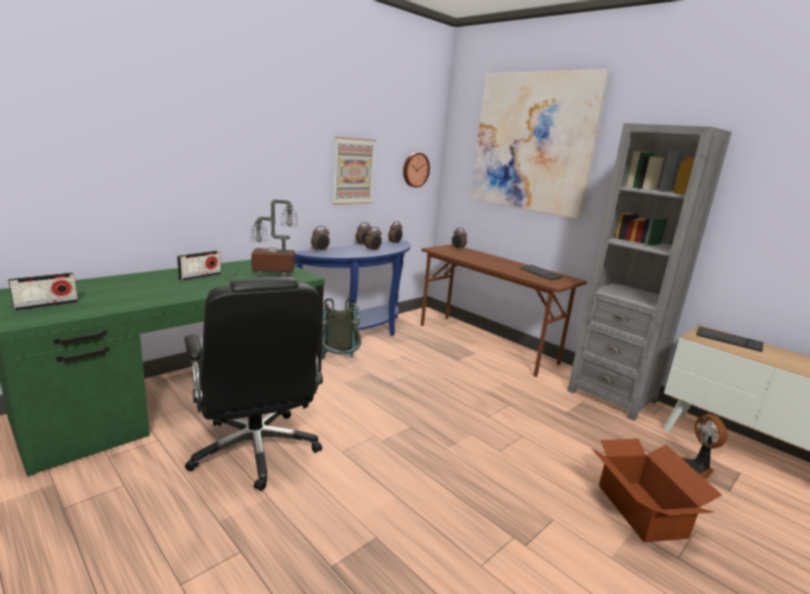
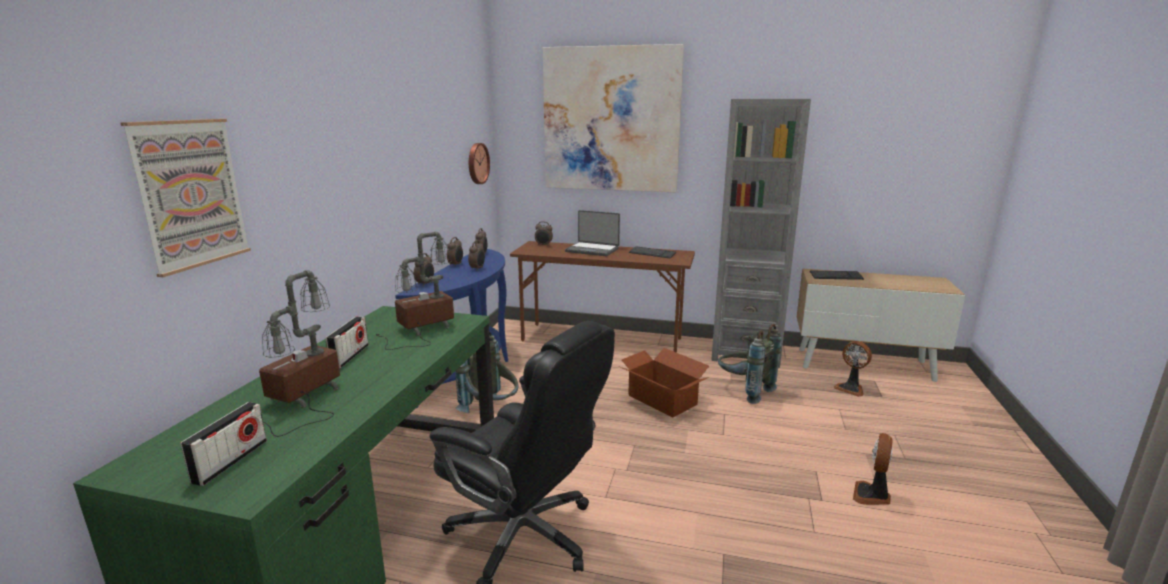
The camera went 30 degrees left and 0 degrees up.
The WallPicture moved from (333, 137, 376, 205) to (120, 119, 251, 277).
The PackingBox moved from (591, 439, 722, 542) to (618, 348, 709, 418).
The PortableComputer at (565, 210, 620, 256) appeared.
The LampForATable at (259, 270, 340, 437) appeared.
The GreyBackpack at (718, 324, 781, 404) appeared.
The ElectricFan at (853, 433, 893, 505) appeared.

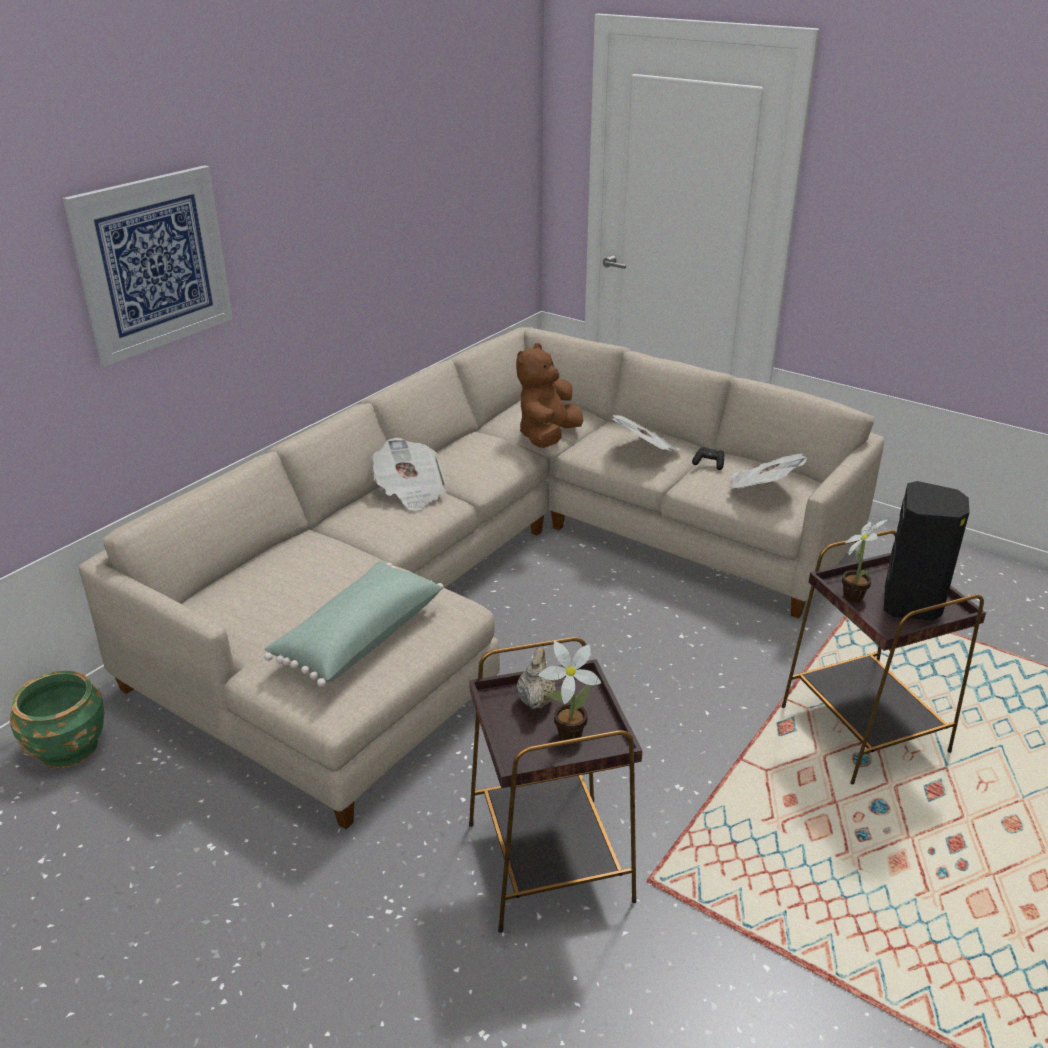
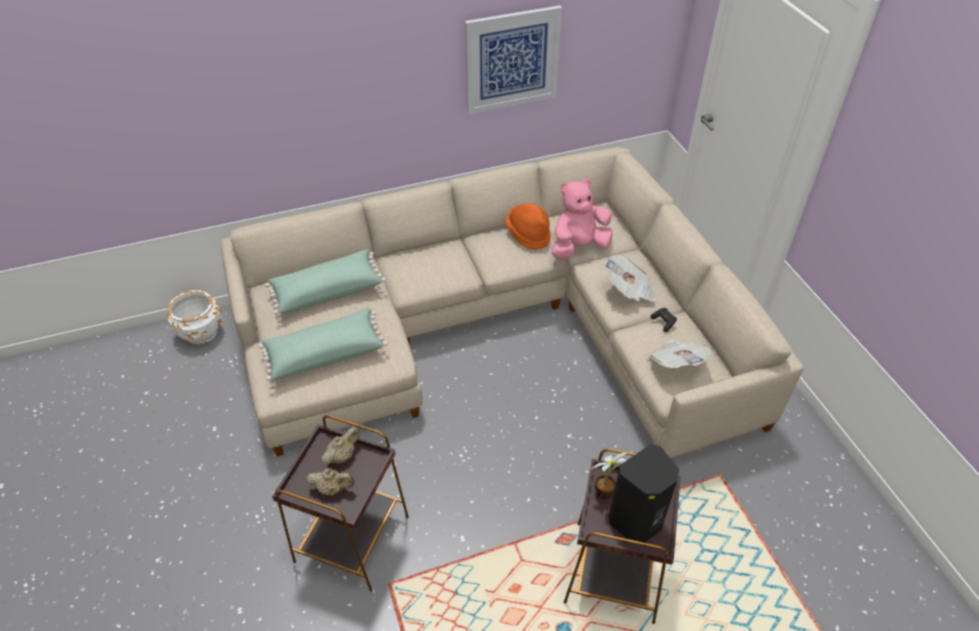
The camera went 35 degrees right and 15 degrees up.
The WallPicture moved from (63, 165, 233, 366) to (465, 5, 562, 114).
The BrownColouredCuddlyToy at (516, 343, 583, 448) became the PinkishCuddlyToy at (552, 179, 613, 259).
The DailyPaper at (373, 438, 447, 511) disappeared.
The PottedPlant at (538, 641, 601, 741) was replaced by the SandColouredTeapot at (306, 468, 355, 496).
The GreenColouredFlowerPot at (10, 671, 105, 768) became the WhiteFlowerPot at (167, 290, 222, 345).
The OrangeColouredClothingHat at (505, 203, 551, 250) appeared.
The GreenColouredCushion at (265, 250, 386, 315) appeared.

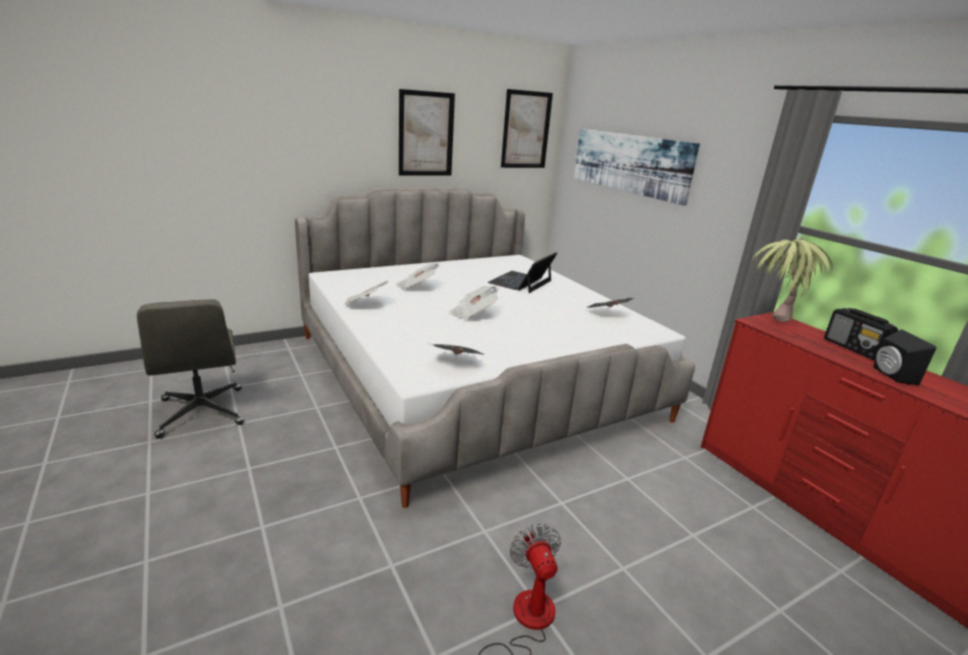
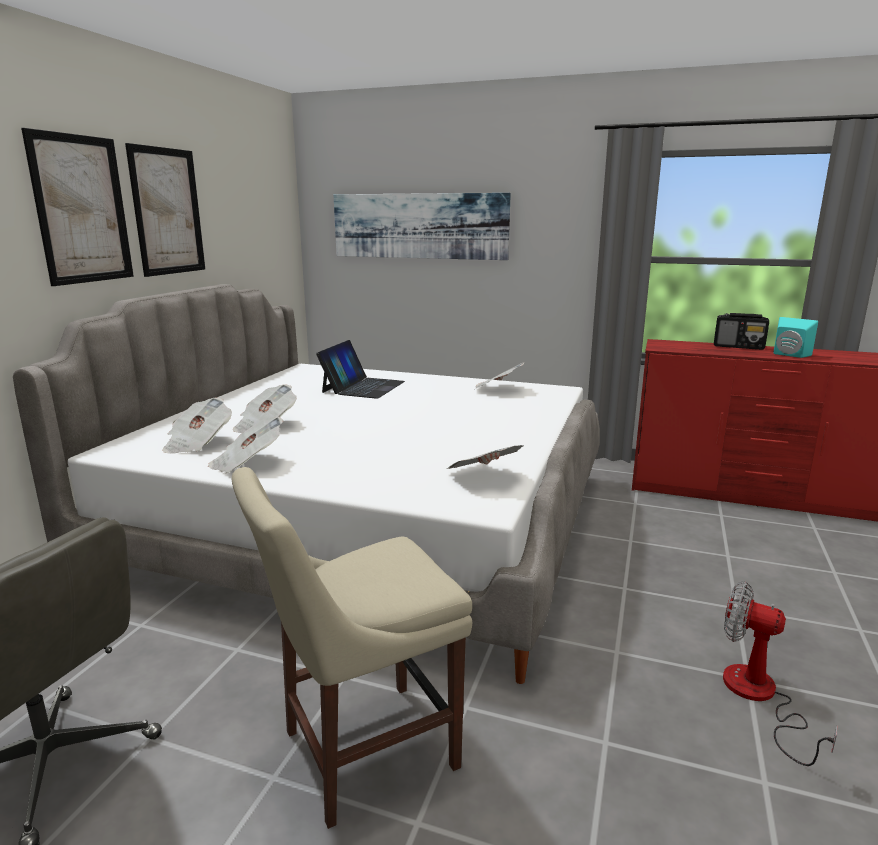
The camera went 40 degrees left and 5 degrees down.
The WallPicture moved from (501, 89, 553, 168) to (21, 128, 134, 286).
The PottedPlant at (752, 237, 833, 322) disappeared.
The PortableComputer at (488, 252, 557, 293) turned 150 degrees counterclockwise.
The DailyPaper moved from (449, 286, 499, 319) to (162, 398, 232, 454).
The BlackColouredAudioSpeaker at (873, 329, 936, 385) became the BlueGreenAudioSpeaker at (774, 317, 818, 358).
The SandColouredUprightChair at (232, 467, 472, 829) appeared.

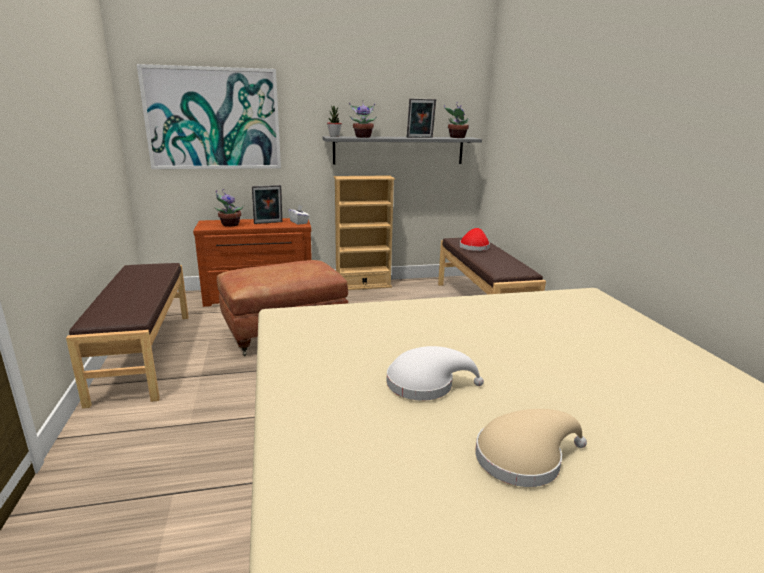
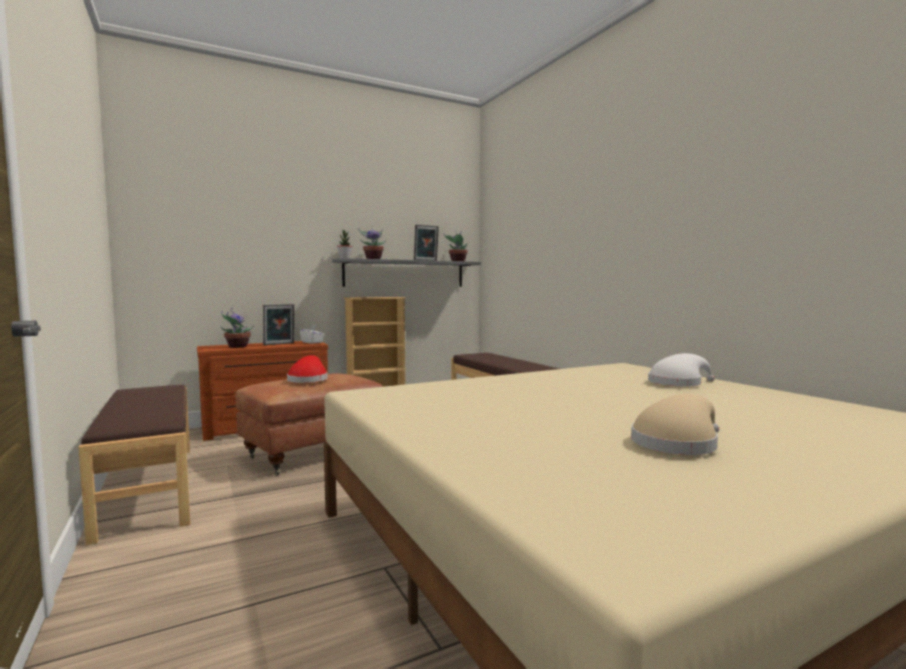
The camera went 15 degrees left and 15 degrees down.
The WallPicture at (137, 64, 281, 169) disappeared.
The ReddishClothingHat moved from (460, 228, 490, 251) to (287, 355, 328, 383).
The WhiteClothingHat moved from (387, 346, 484, 401) to (648, 353, 715, 386).

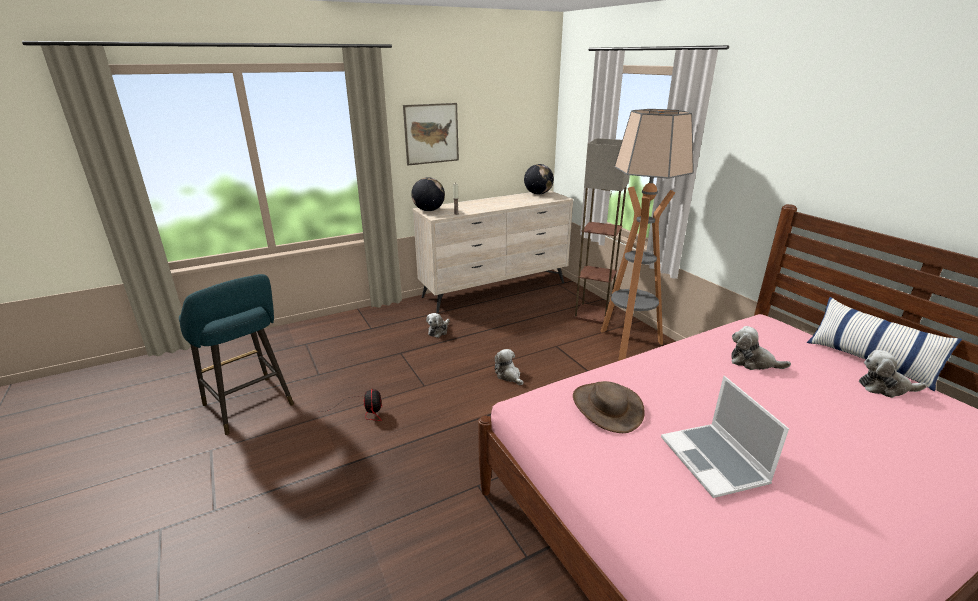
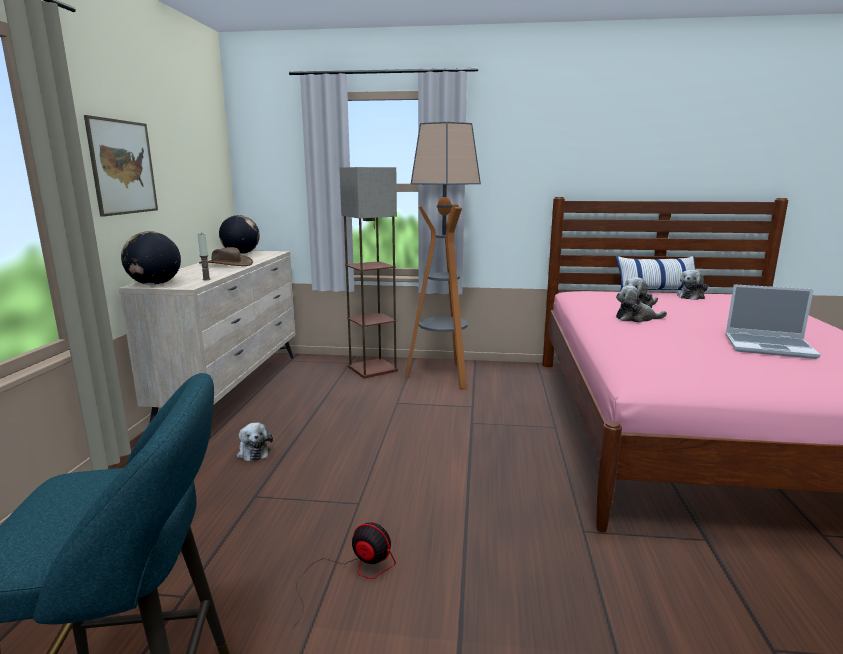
The camera went 55 degrees left and 10 degrees down.
The CuddlyToy moved from (495, 349, 524, 385) to (616, 285, 667, 322).
The BrownColouredClothingHat moved from (573, 381, 645, 433) to (199, 247, 253, 266).

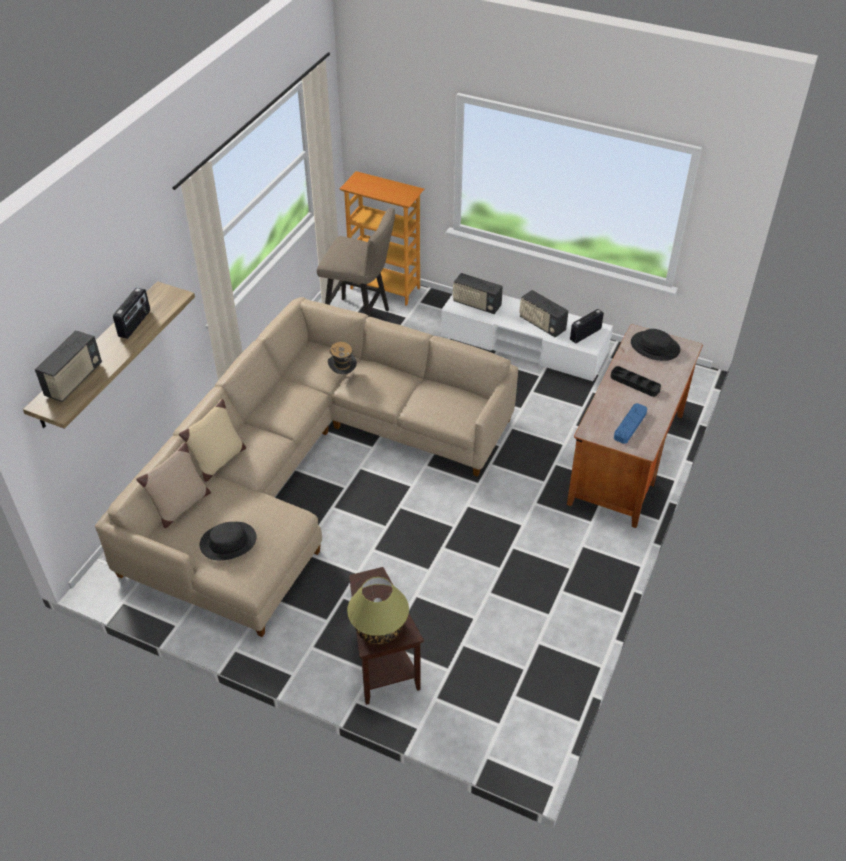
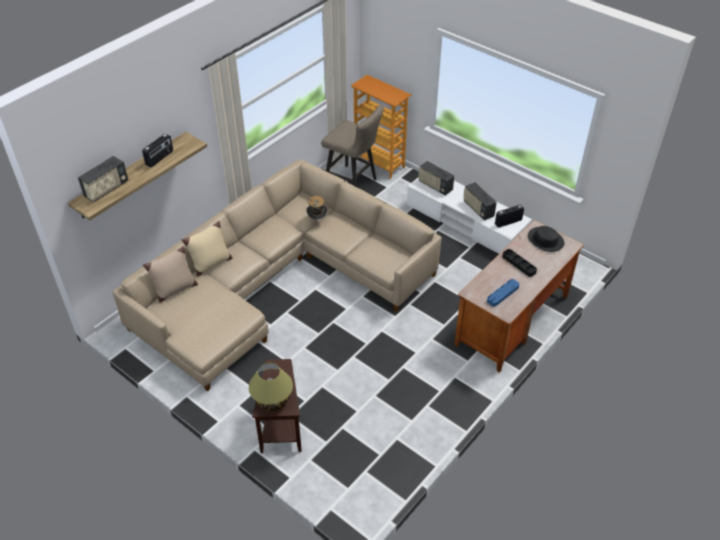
The camera went 15 degrees right and 0 degrees up.
The BlackColouredClothingHat at (200, 522, 257, 560) disappeared.

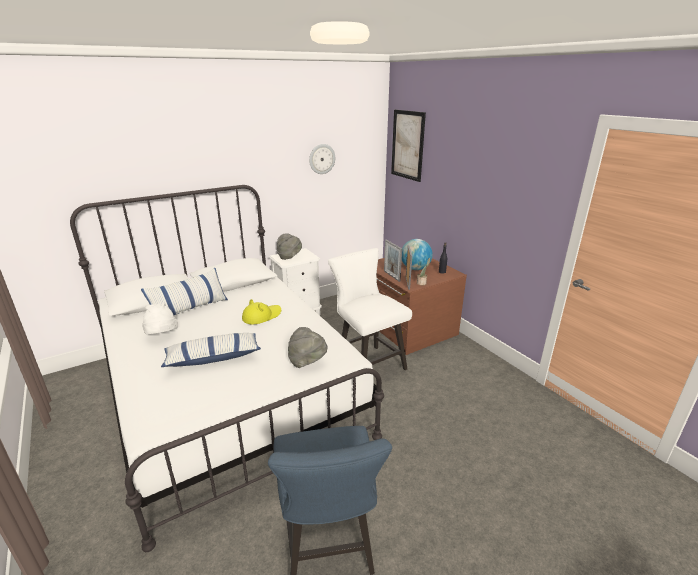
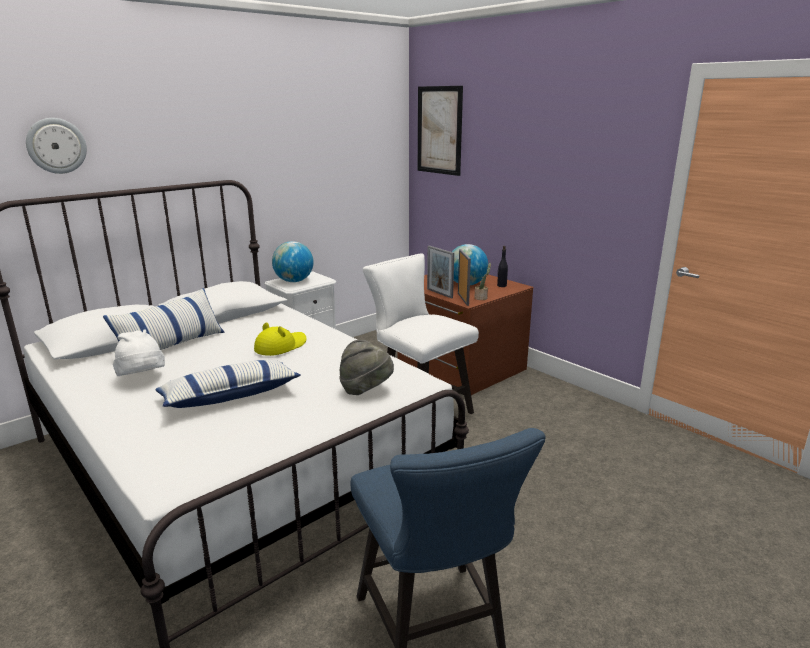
The camera went 10 degrees left and 5 degrees down.
The WallClock moved from (309, 144, 335, 174) to (26, 118, 87, 174).
The GreyClothingHat at (277, 233, 302, 260) was replaced by the WorldGlobe at (272, 241, 314, 282).

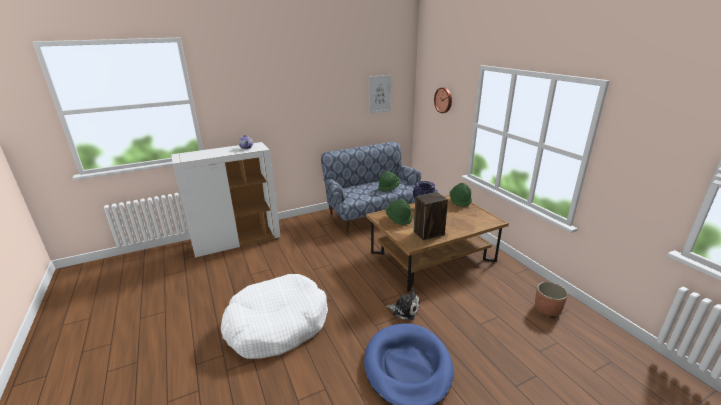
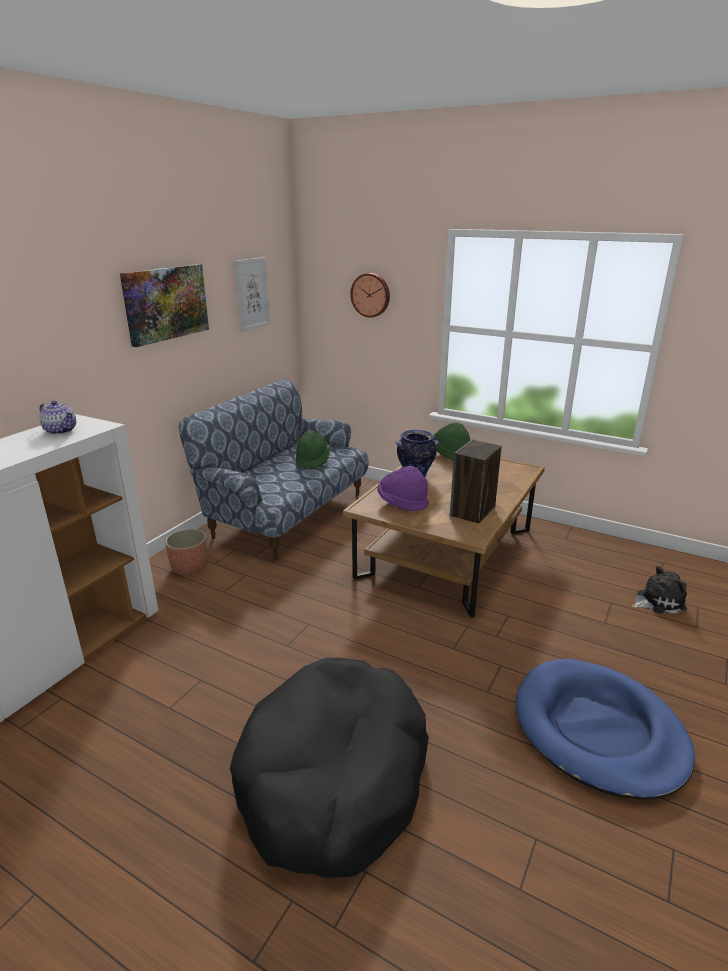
The camera went 35 degrees left and 0 degrees up.
The GreenColouredClothingHat at (386, 199, 412, 225) became the PurpleClothingHat at (378, 466, 429, 511).
The WhiteDogCushion at (221, 274, 328, 359) became the BlackColouredDogCushion at (230, 658, 429, 878).
The FlowerPot moved from (535, 282, 568, 316) to (165, 529, 208, 575).
The CuddlyToy moved from (385, 289, 420, 320) to (632, 566, 687, 614).
The WallPicture at (120, 264, 209, 347) appeared.

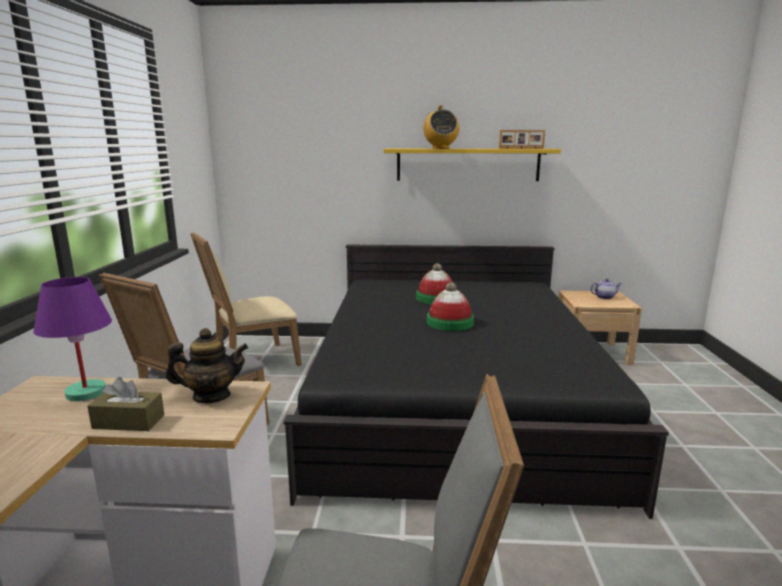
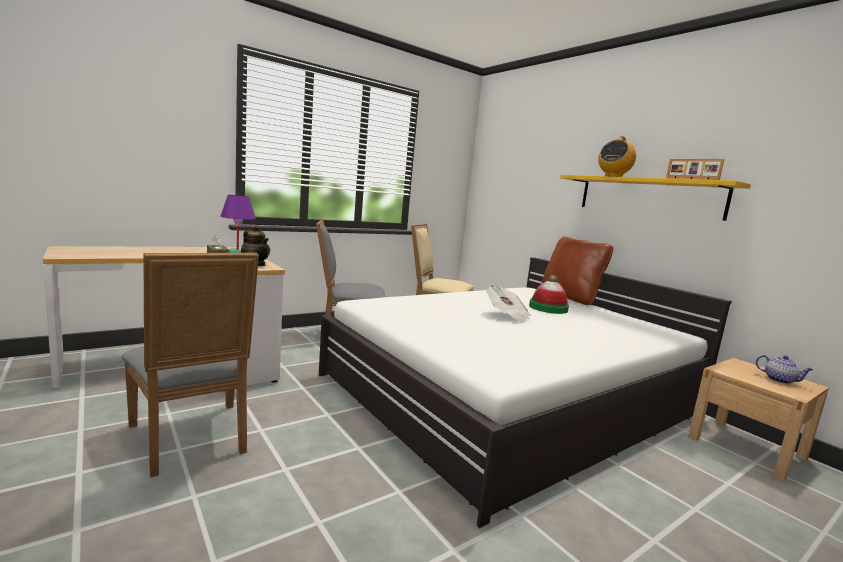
The camera went 50 degrees right and 5 degrees down.
The BlackColouredBed at (284, 245, 669, 519) became the WhiteBed at (319, 257, 732, 528).
The ClothingHat at (427, 282, 474, 331) was replaced by the DailyPaper at (486, 284, 531, 323).
The BrownColouredCushion at (542, 237, 613, 305) appeared.

